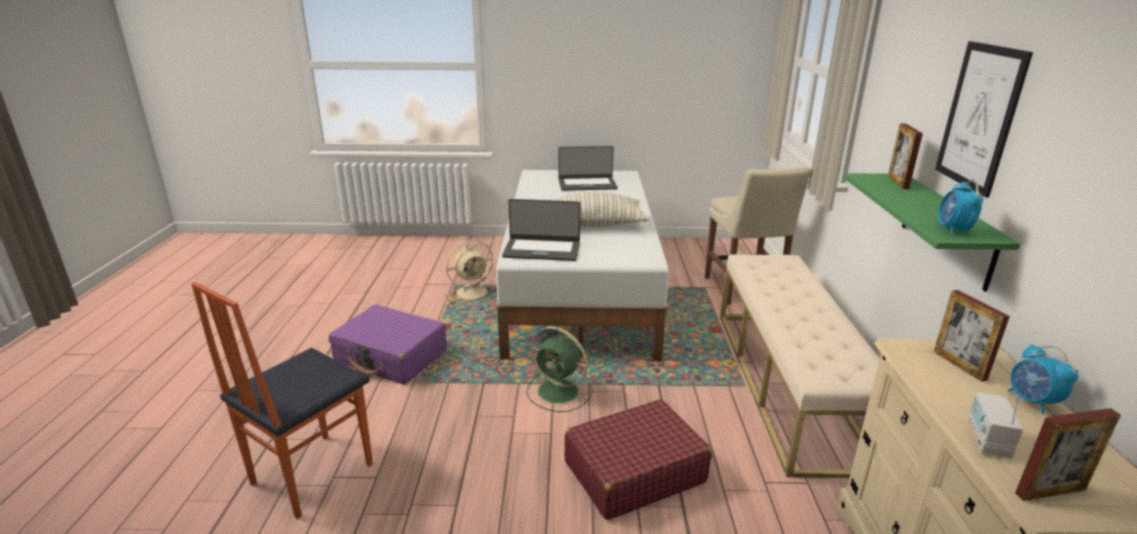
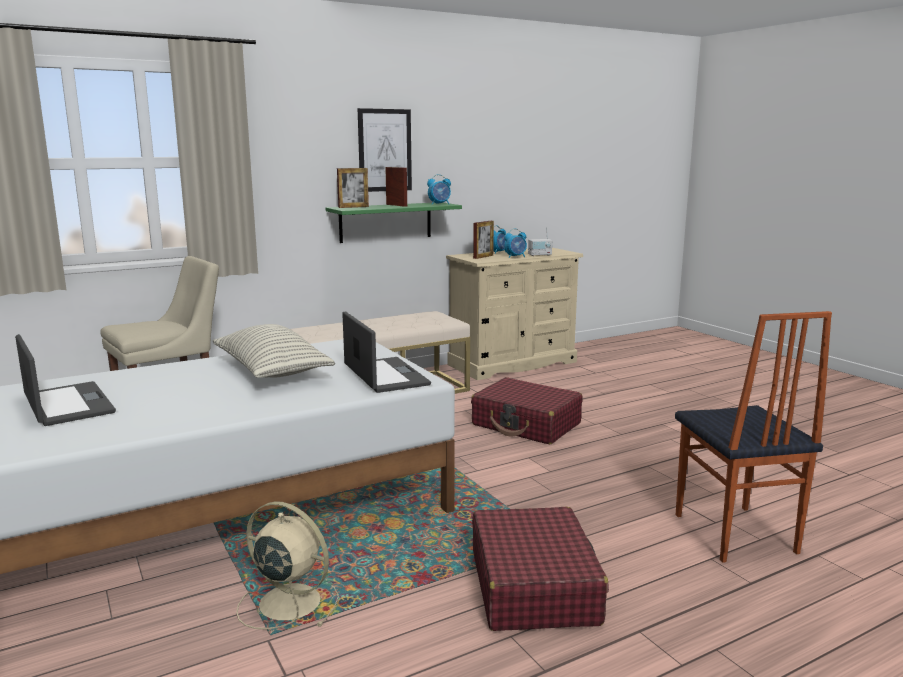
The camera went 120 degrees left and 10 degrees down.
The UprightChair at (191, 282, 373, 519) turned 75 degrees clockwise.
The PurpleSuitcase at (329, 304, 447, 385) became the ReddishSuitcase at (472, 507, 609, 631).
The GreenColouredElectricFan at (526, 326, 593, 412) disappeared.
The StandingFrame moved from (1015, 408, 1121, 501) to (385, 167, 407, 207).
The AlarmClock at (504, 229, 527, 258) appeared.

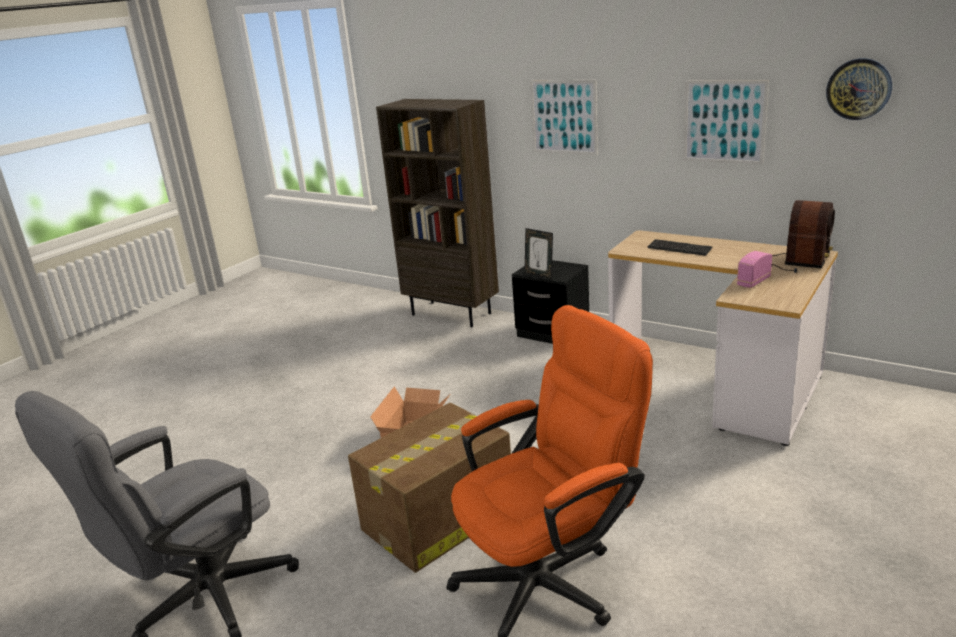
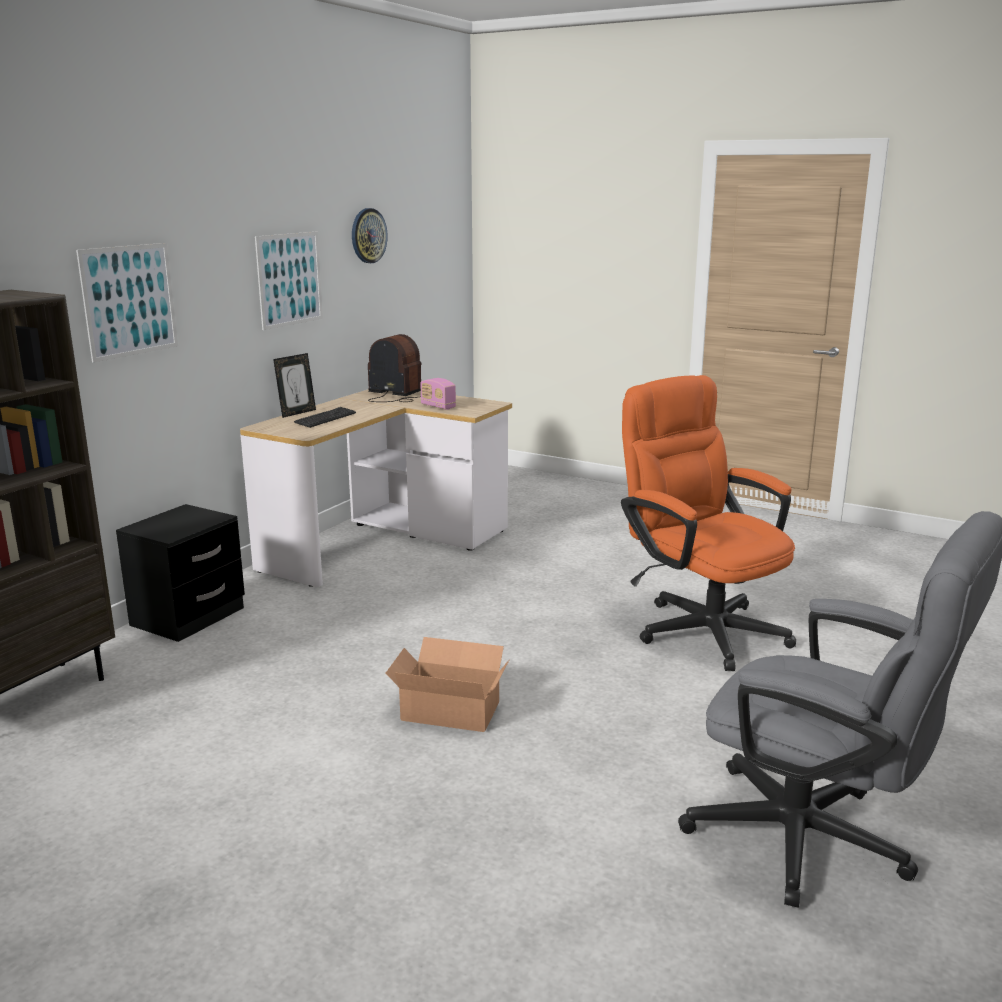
The camera went 95 degrees left and 5 degrees down.
The StandingFrame moved from (524, 228, 553, 279) to (273, 353, 316, 418).
The PackingBox at (348, 403, 511, 573) disappeared.

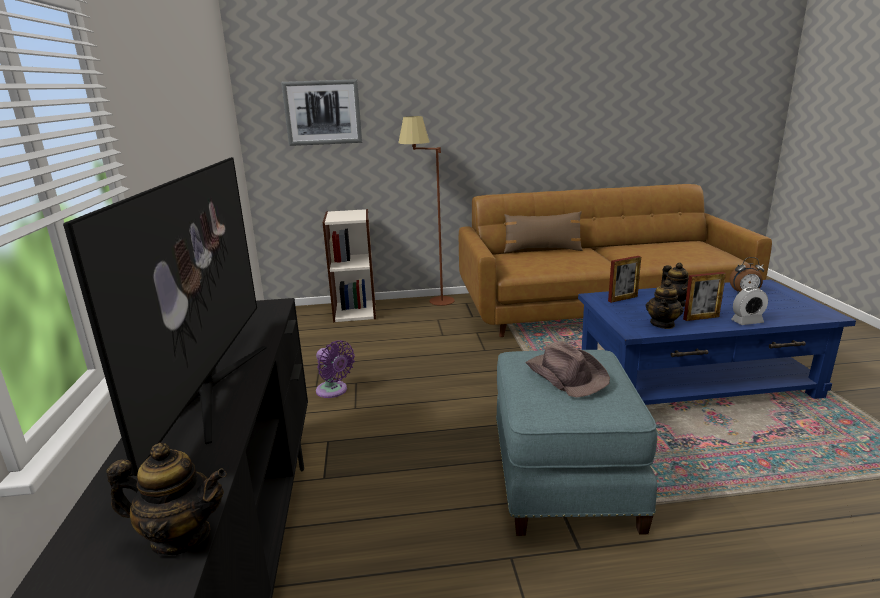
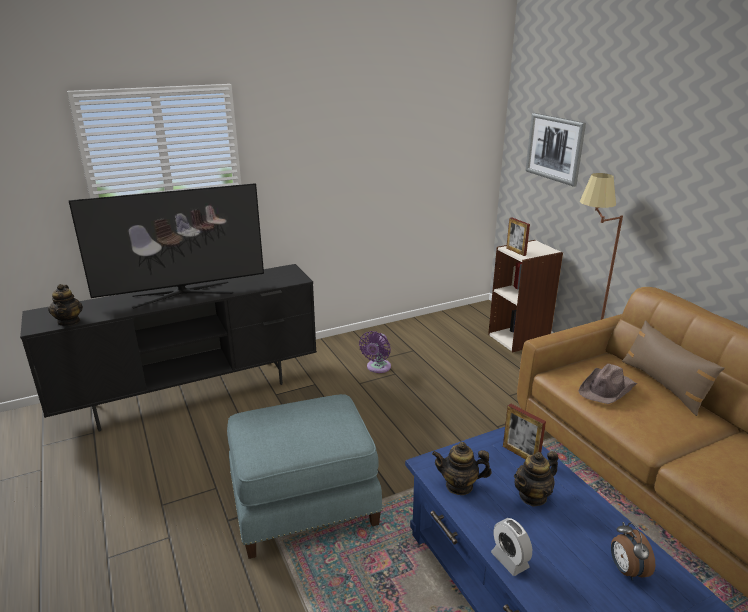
The camera went 70 degrees right and 5 degrees up.
The StandingFrame moved from (683, 272, 726, 321) to (506, 218, 530, 256).
The BrownColouredClothingHat moved from (526, 341, 610, 398) to (578, 364, 637, 404).

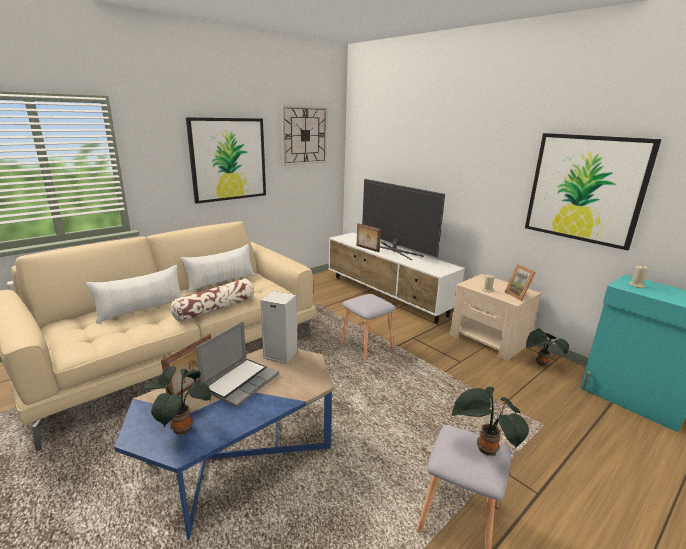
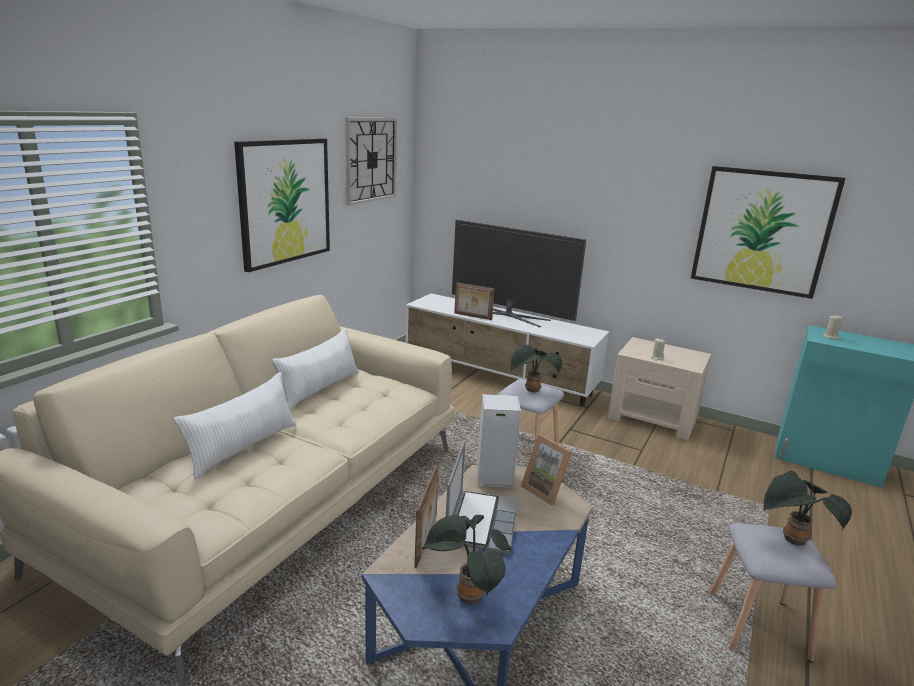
The camera went 20 degrees left and 0 degrees up.
The StandingFrame moved from (505, 264, 536, 301) to (521, 435, 572, 505).
The Cushion at (171, 279, 254, 322) disappeared.
The PottedPlant moved from (526, 328, 569, 366) to (511, 344, 562, 392).

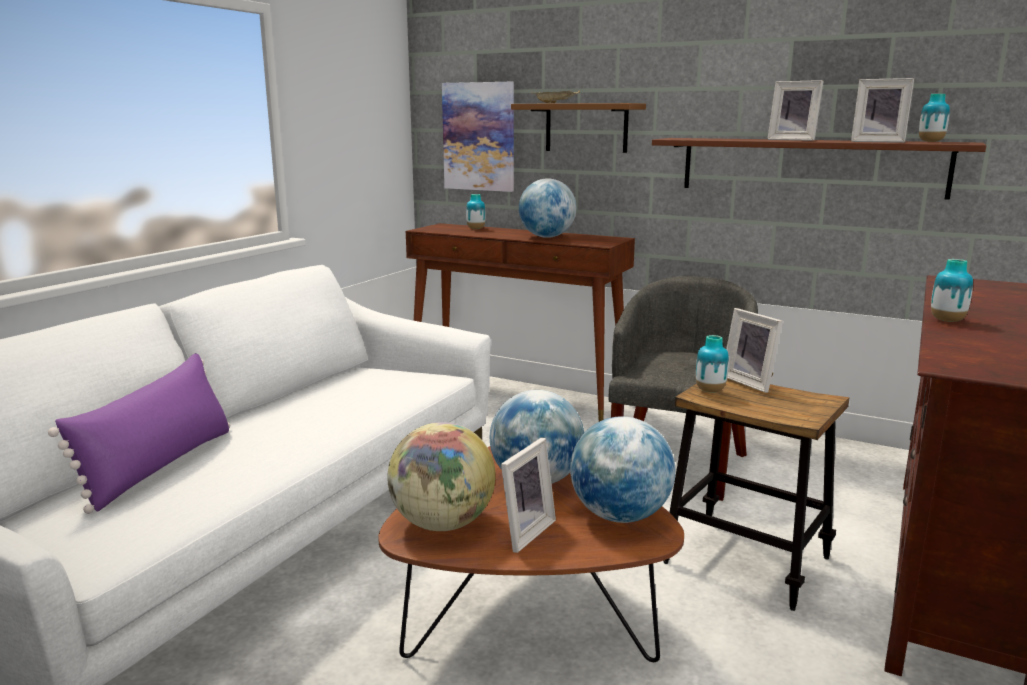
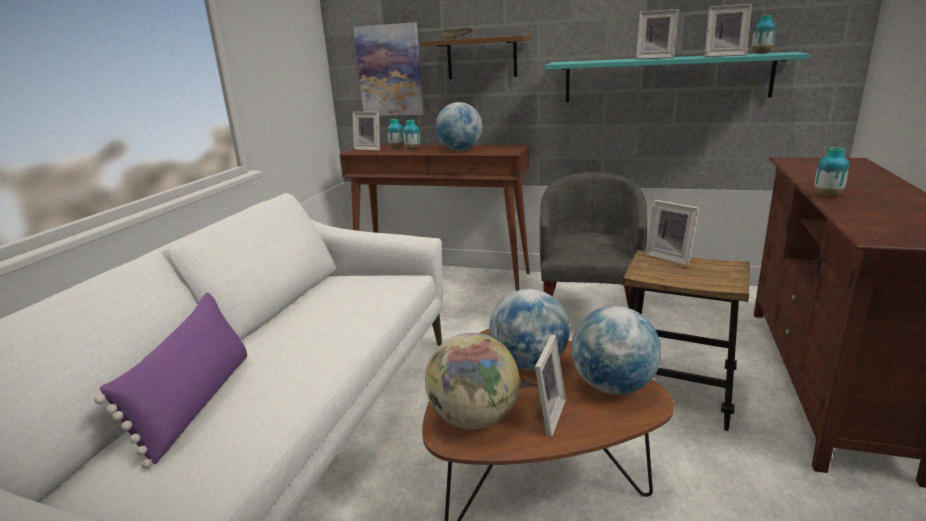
The camera went 10 degrees left and 5 degrees up.
The BrownColouredWallShelf at (652, 138, 986, 200) became the BlueGreenWallShelf at (545, 52, 809, 102).
The DecorativeVase moved from (696, 335, 729, 392) to (403, 120, 420, 150).
The StandingFrame at (352, 112, 380, 151) appeared.

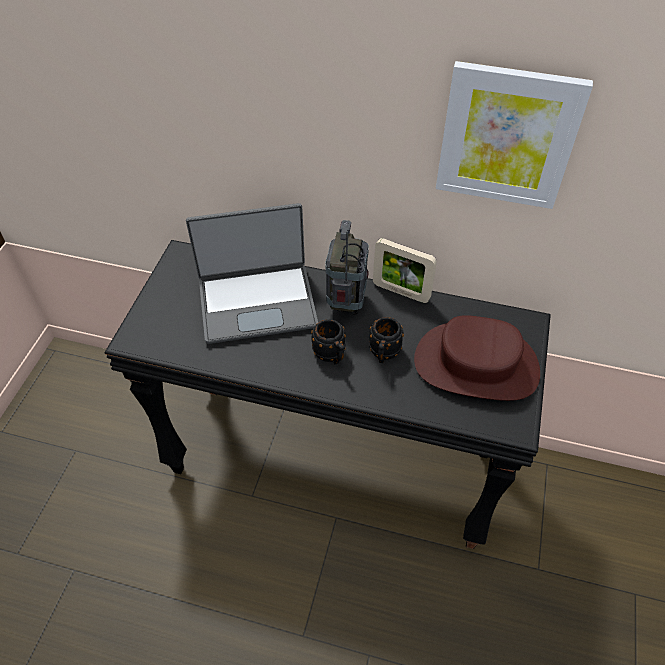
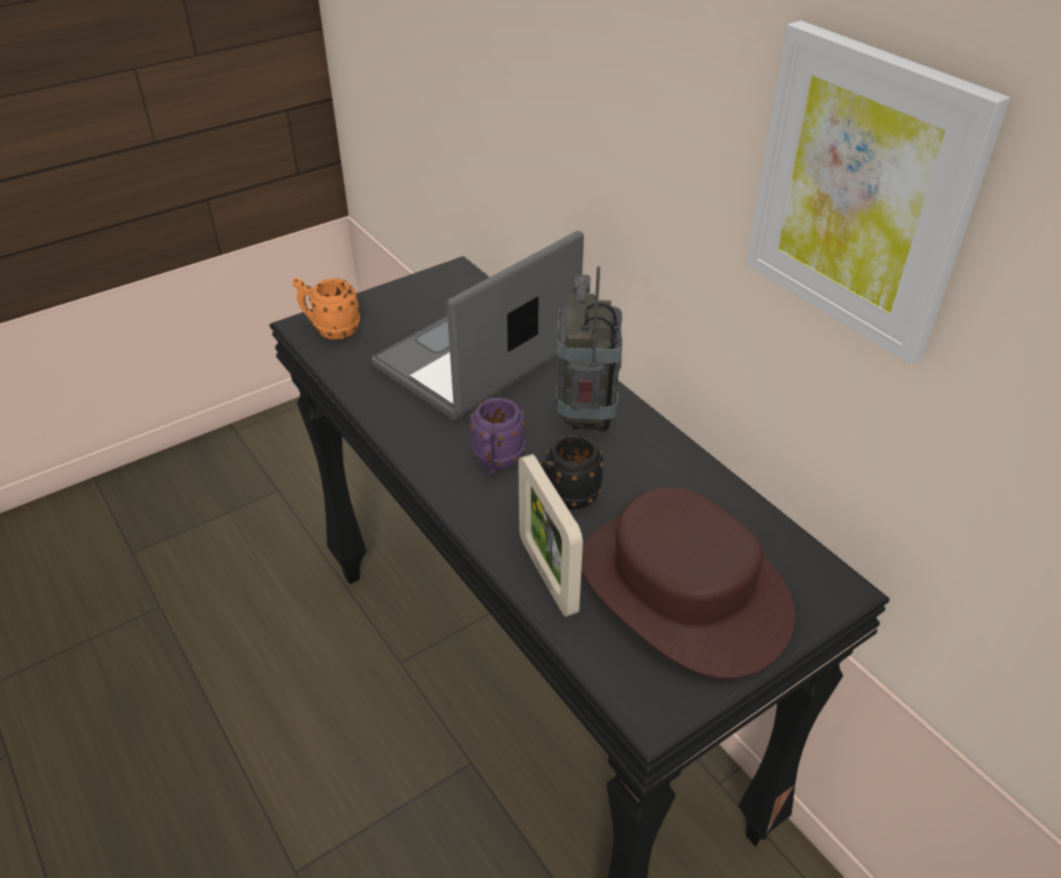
The camera went 40 degrees right and 10 degrees down.
The PortableComputer at (186, 203, 318, 344) turned 105 degrees clockwise.
The RadioSet at (325, 220, 369, 315) turned 45 degrees counterclockwise.
The StandingFrame moved from (373, 238, 437, 303) to (518, 454, 583, 617).
The BlackColouredTeaMug at (311, 319, 346, 365) became the PurpleTeaMug at (470, 398, 526, 475).
The OrangeColouredTeaMug at (293, 278, 361, 340) appeared.

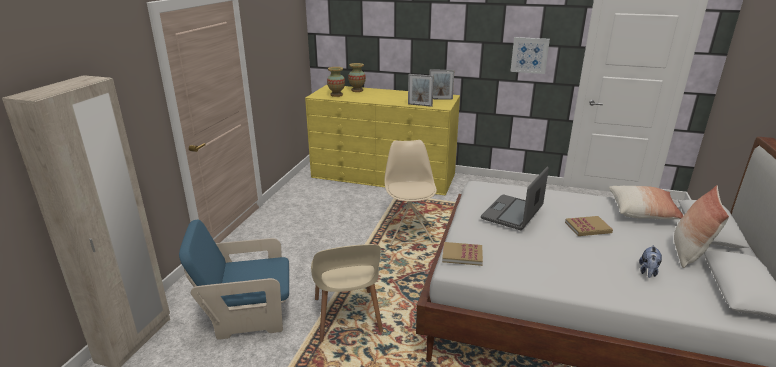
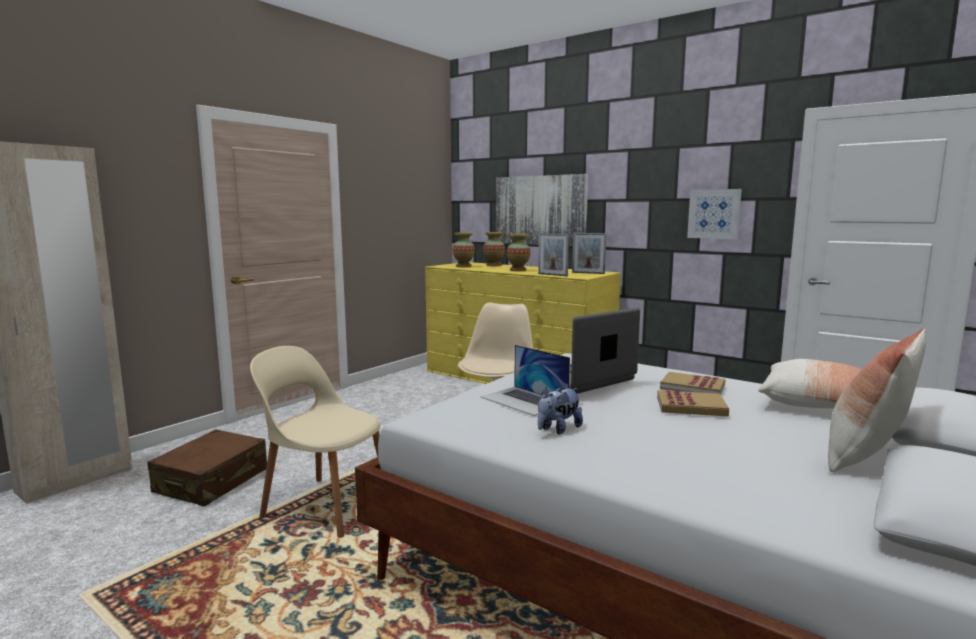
The camera went 20 degrees right and 15 degrees down.
The BlueArmchair at (179, 219, 289, 340) was replaced by the BrownColouredSuitcase at (147, 429, 267, 507).
The Book moved from (442, 242, 483, 266) to (660, 372, 725, 395).
The SandColouredUprightChair at (311, 244, 383, 342) turned 105 degrees clockwise.
The CuddlyToy moved from (639, 245, 662, 278) to (538, 387, 583, 434).
The WallPicture at (496, 174, 588, 246) appeared.
The DecorativeVase at (507, 234, 530, 271) appeared.
The PortableComputer at (481, 345, 570, 416) appeared.

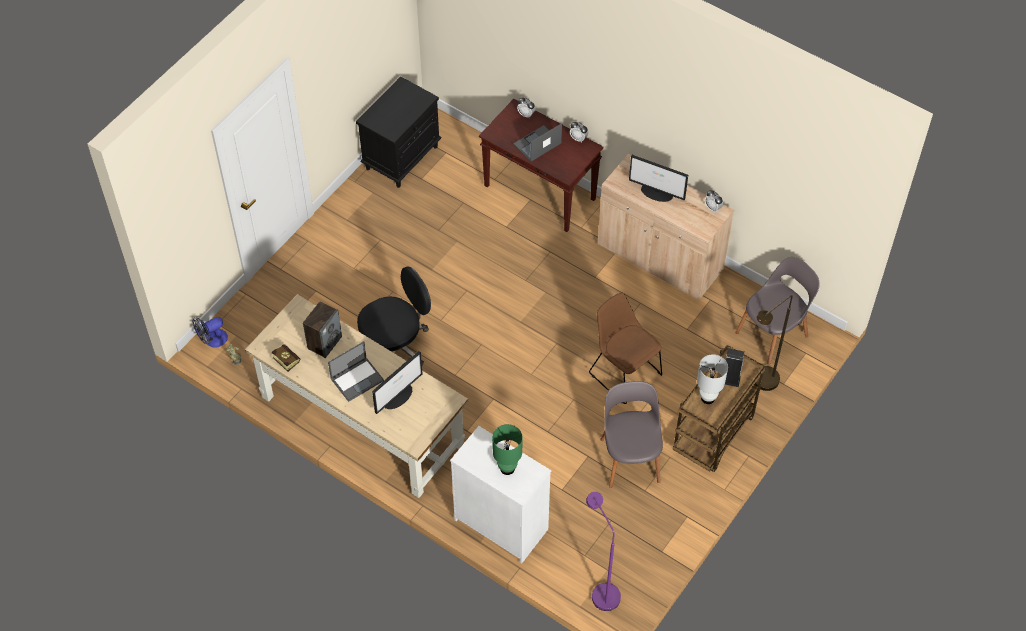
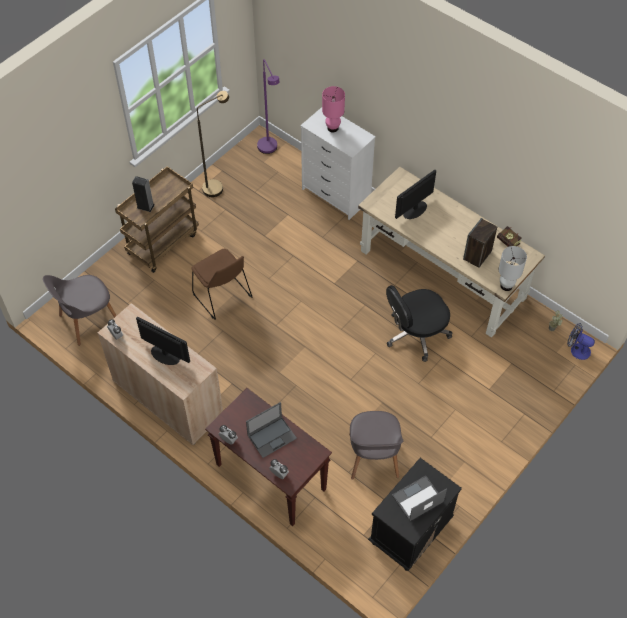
The camera went 175 degrees left and 0 degrees up.
The BrownColouredStandingLamp moved from (755, 295, 793, 391) to (197, 91, 229, 197).
The ElectricFan at (193, 317, 228, 348) turned 120 degrees counterclockwise.
The PortableComputer moved from (328, 341, 384, 402) to (392, 476, 447, 521).
The WhiteLampForATable moved from (697, 354, 728, 404) to (499, 246, 527, 291).
The GreyUprightChair moved from (600, 381, 663, 488) to (349, 411, 403, 480).
The GreenColouredLampForATable at (492, 424, 523, 475) became the PinkishLampForATable at (322, 86, 345, 132).

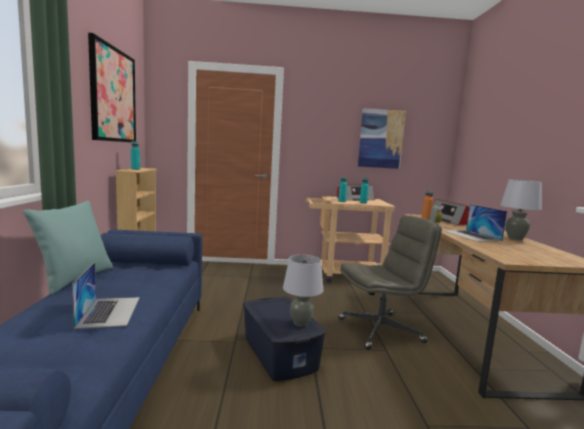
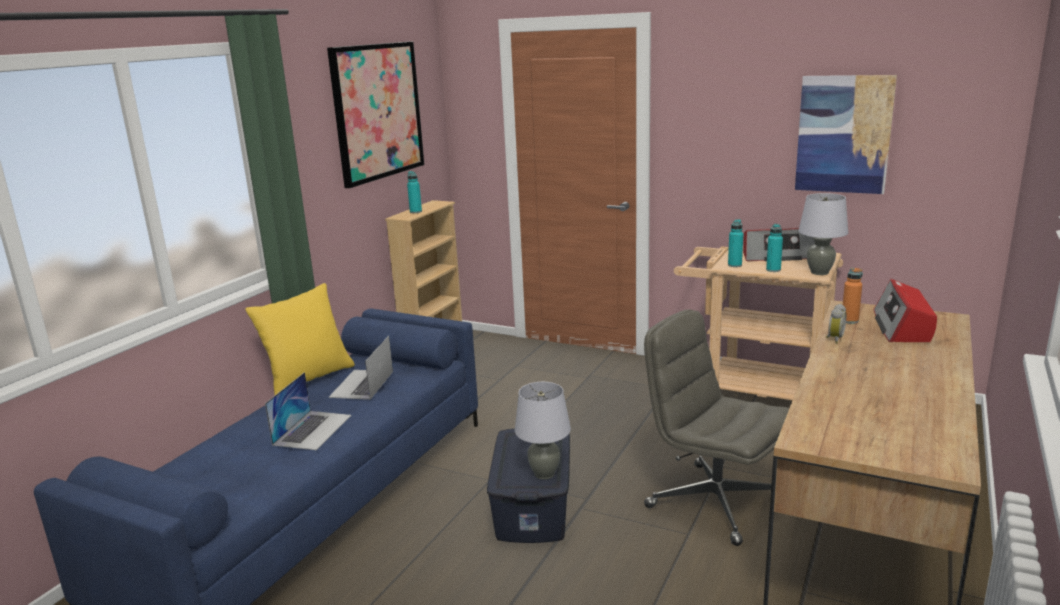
The camera went 30 degrees right and 10 degrees up.
The GreyLampForATable moved from (500, 180, 542, 240) to (798, 193, 848, 275).
The BlueGreenCushion at (23, 201, 113, 295) became the YellowishCushion at (245, 283, 355, 395).
The PortableComputer moved from (443, 204, 507, 242) to (329, 336, 393, 400).
The GreyDeskChair at (338, 215, 442, 350) turned 150 degrees counterclockwise.

